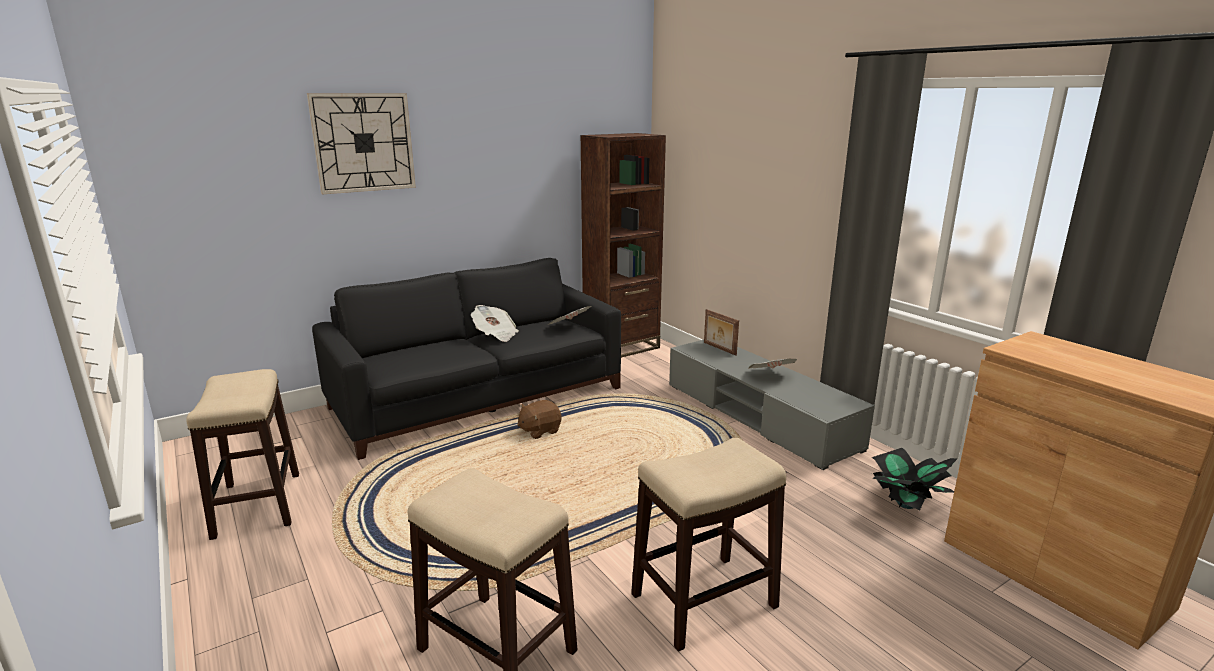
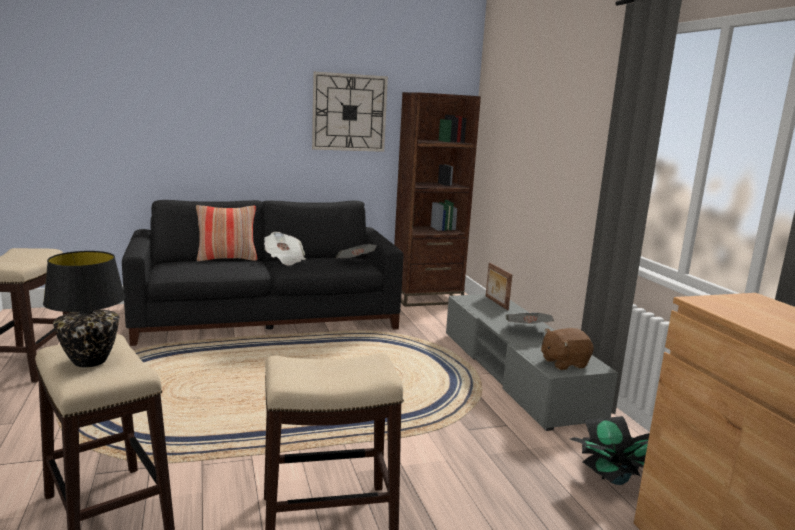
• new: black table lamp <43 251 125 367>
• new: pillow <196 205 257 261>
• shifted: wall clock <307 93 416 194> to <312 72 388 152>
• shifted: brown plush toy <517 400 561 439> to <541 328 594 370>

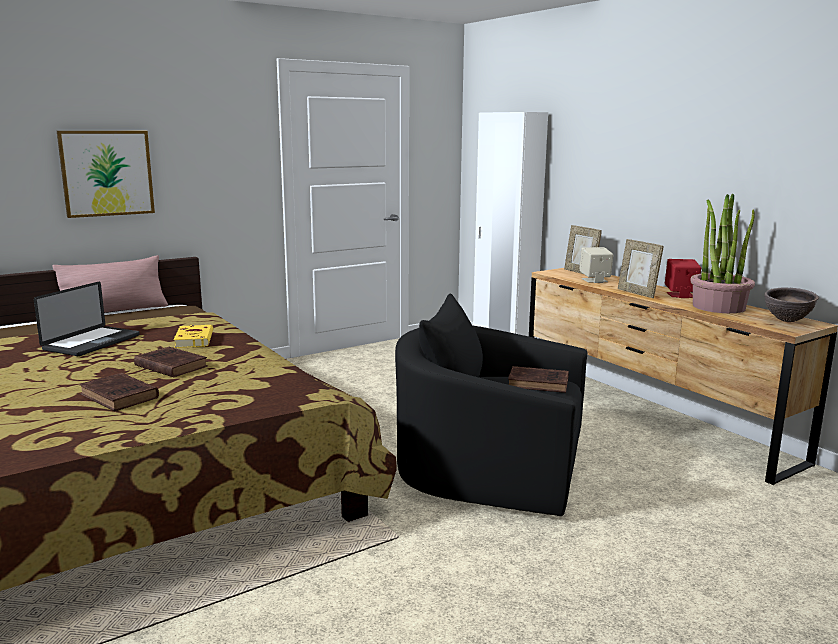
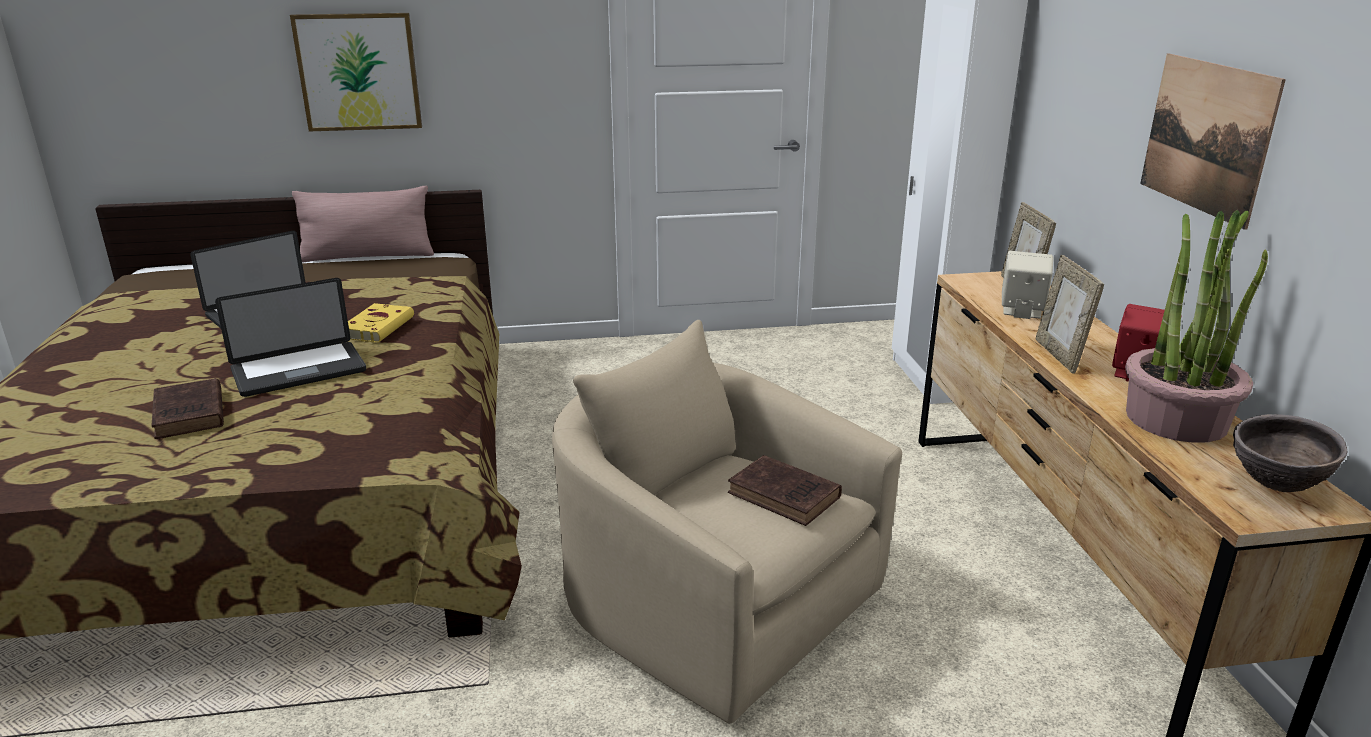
• swapped: brown book <134 347 208 377> to laptop <215 278 366 397>
• repainted: black armchair <395 294 588 516> to beige armchair <552 320 902 724>
• new: picture <1140 54 1286 230>

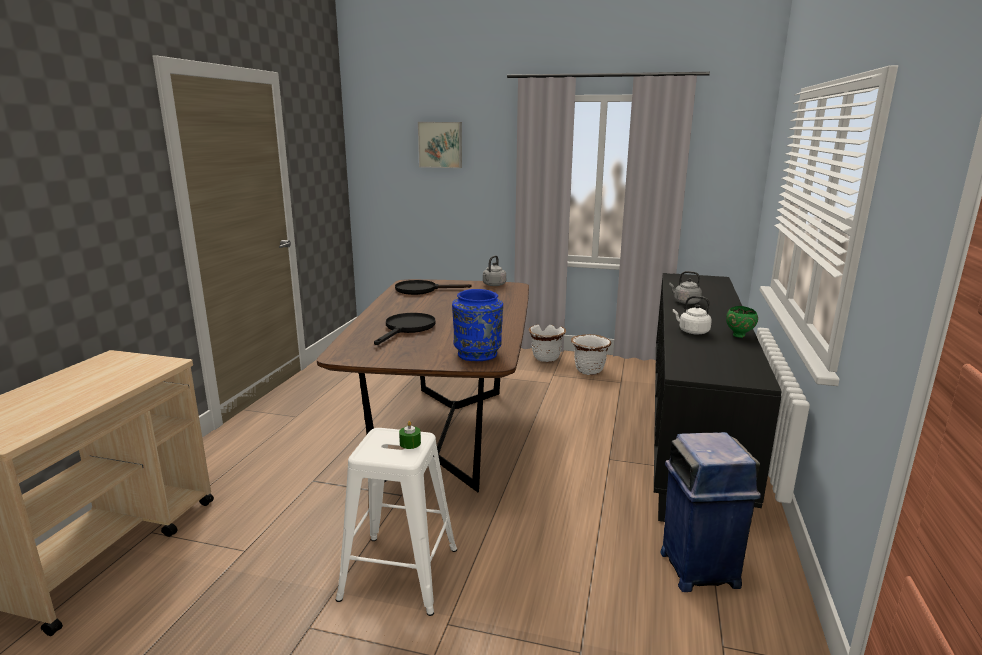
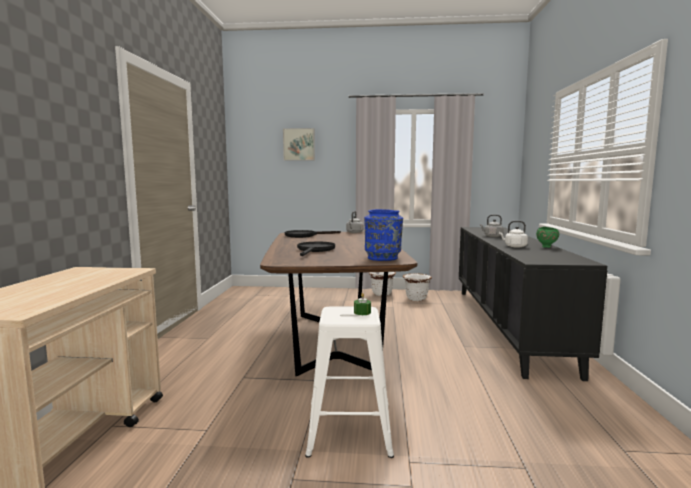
• gone: blue trash can <660 432 761 592>

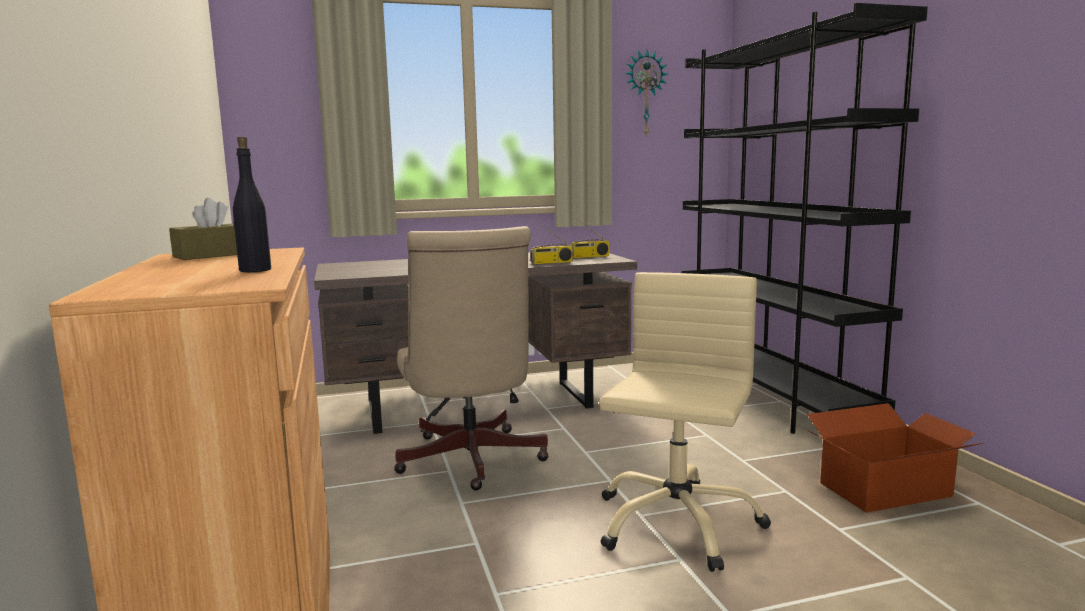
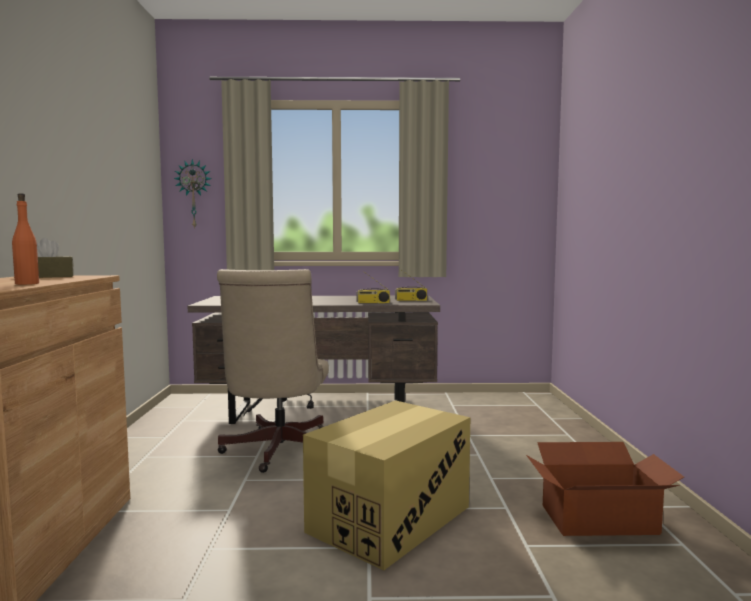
• repainted: black bottle <233 137 271 272> to orange bottle <12 193 39 285>
• shifted: wall clock <625 49 668 137> to <174 159 212 229>
• swapped: beige office chair <599 272 771 572> to cardboard box <303 400 470 570>
• gone: black bookcase <681 3 928 434>

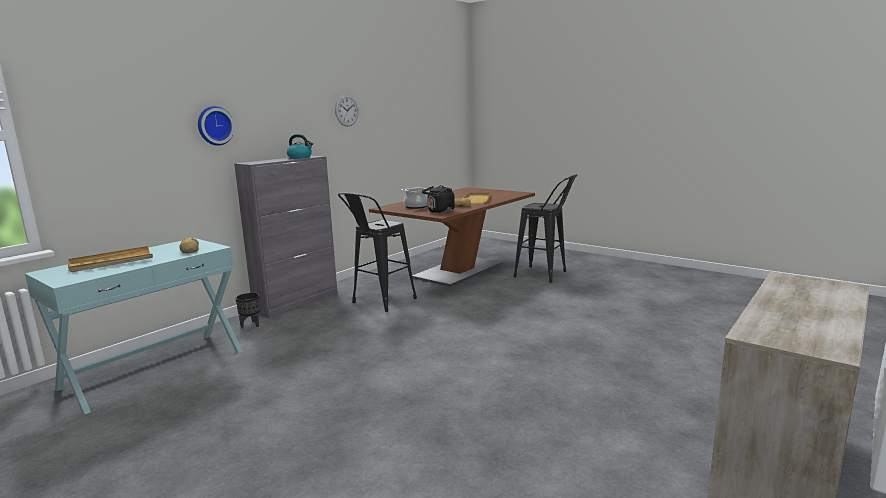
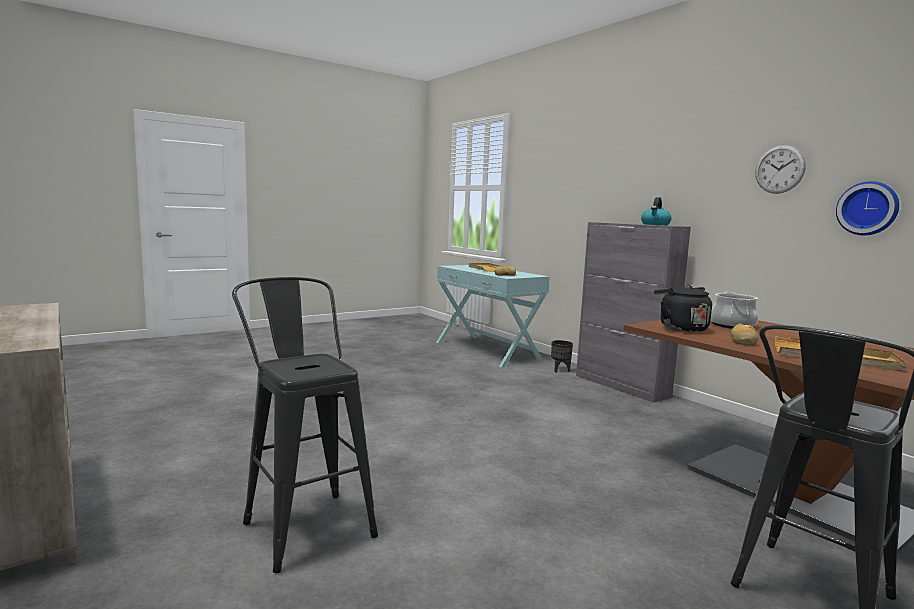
• shifted: black stool <338 193 417 312> to <232 277 378 573>
• shifted: wall clock <198 106 235 146> to <836 181 899 235>

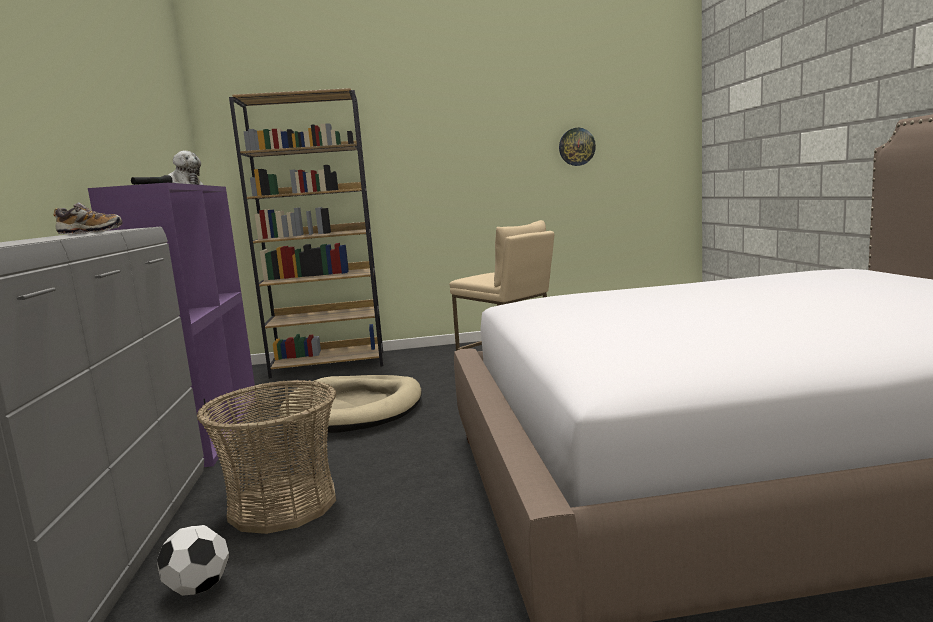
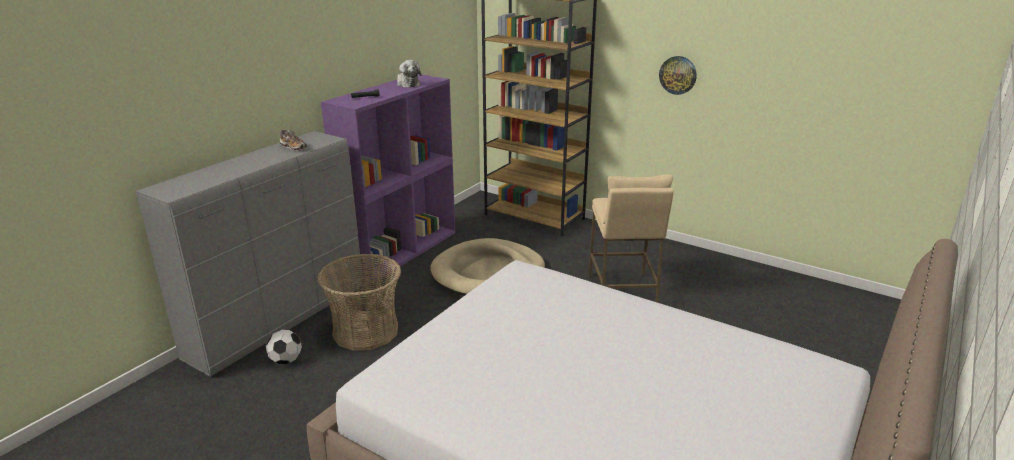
• shifted: wall clock <559 128 596 166> to <659 56 697 95>

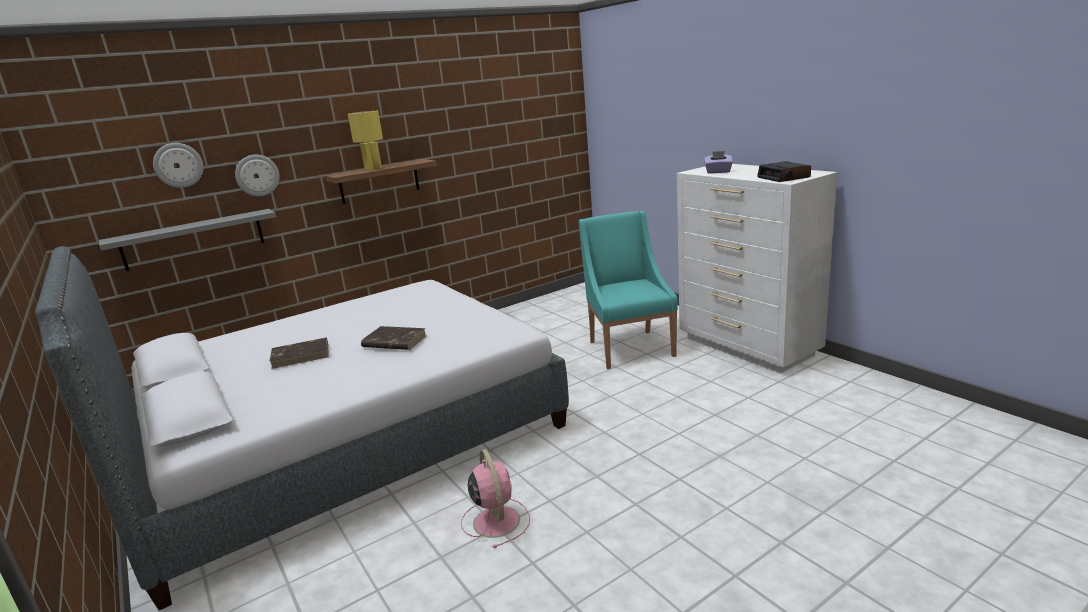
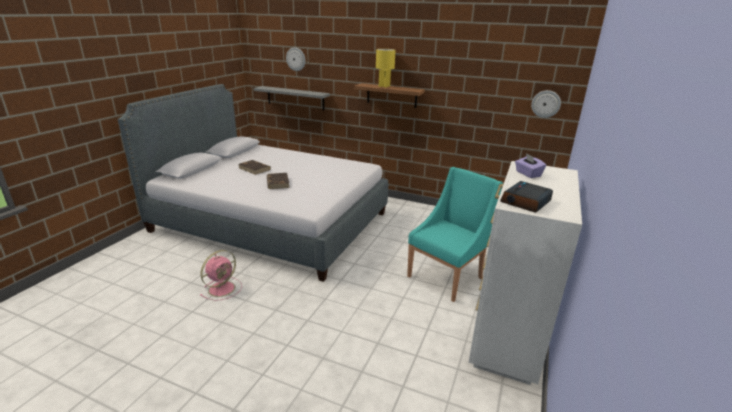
• shifted: wall clock <235 155 280 196> to <531 90 561 118>

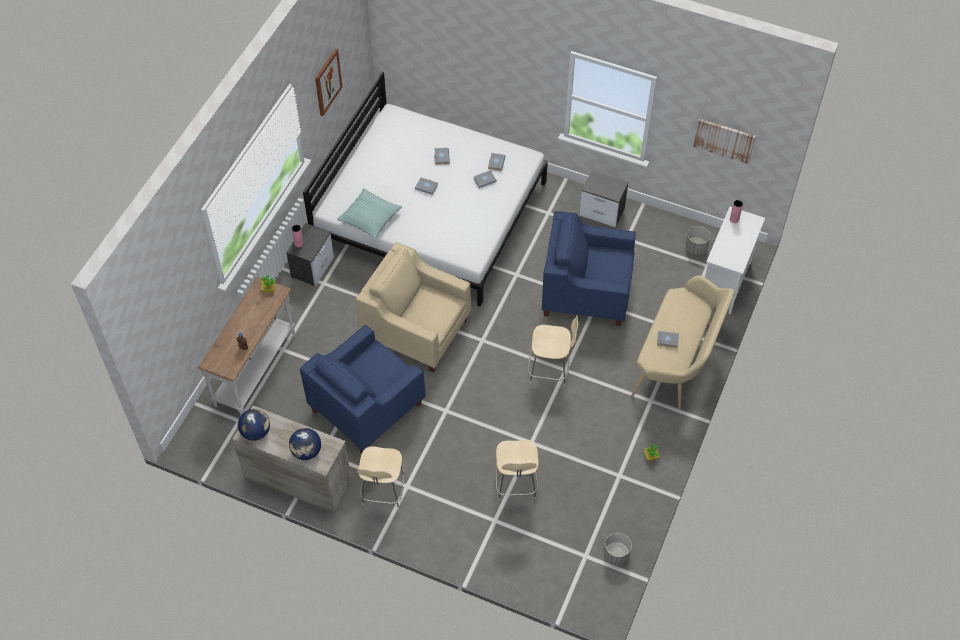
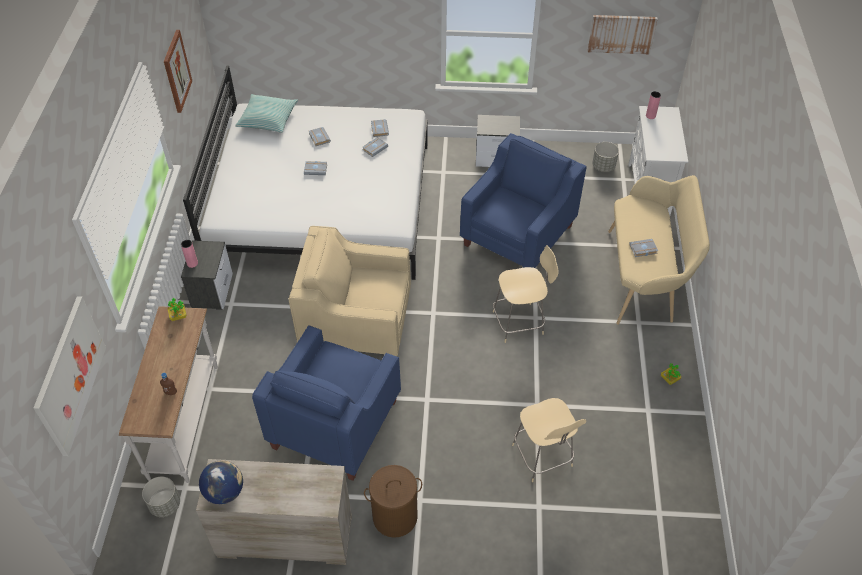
• new: picture <33 296 106 456>
• shifted: grey planter <604 533 632 566> to <142 476 180 517>
• shifted: pillow <337 188 402 239> to <235 94 298 133>
• swapped: beige chair <357 446 405 510> to brown laundry basket <364 465 422 538>
• rotated: blue armchair <542 211 636 326> = <460 133 587 268> 135 degrees clockwise
• gone: globe <289 428 321 460>

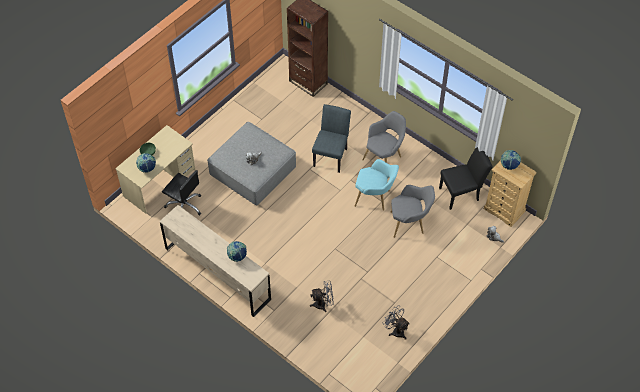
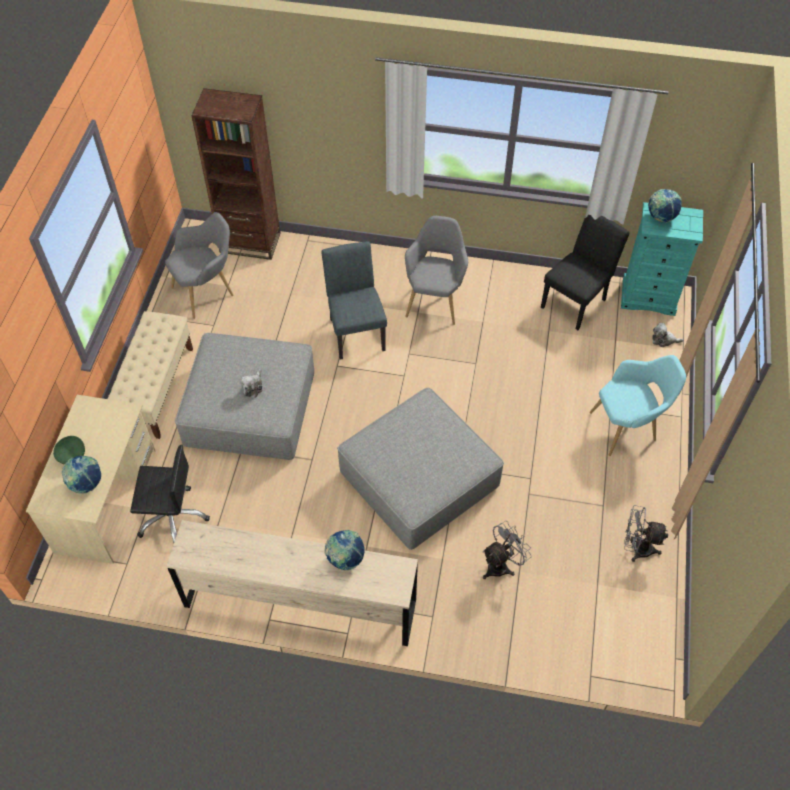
• new: beige bench <107 311 193 439>
• shifted: grey armchair <391 185 435 238> to <165 212 233 319>
• new: grey ottoman <337 387 504 550>
• shifted: turquoise armchair <355 159 399 211> to <590 355 686 456>
• repainted: beige dresser <484 160 537 227> to turquoise dresser <621 202 703 316>

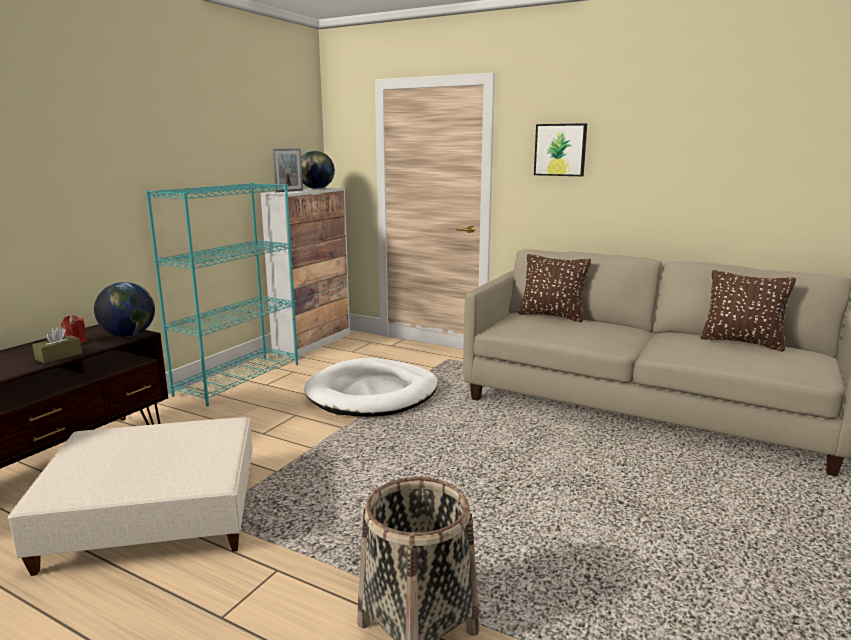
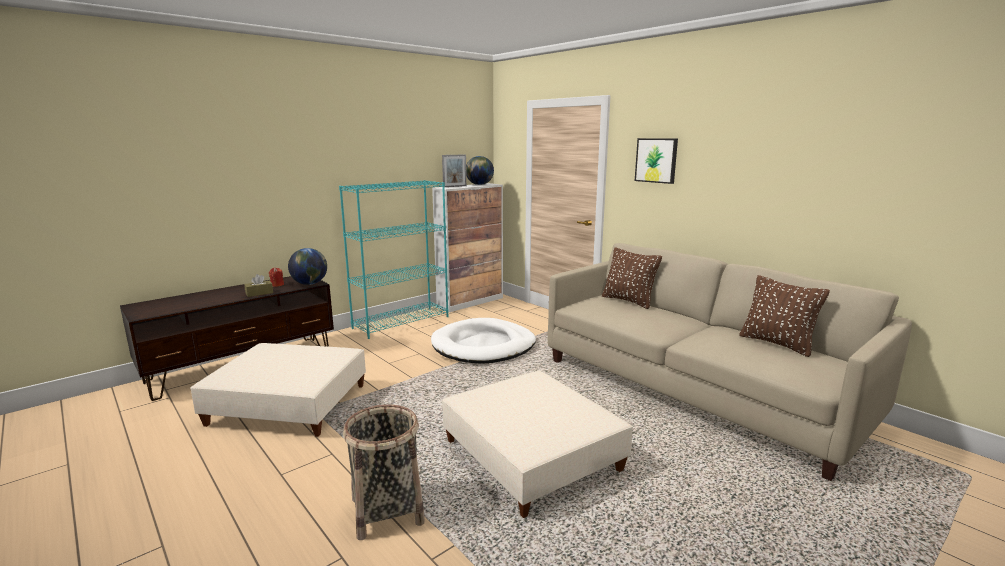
• new: beige ottoman <442 371 633 518>

